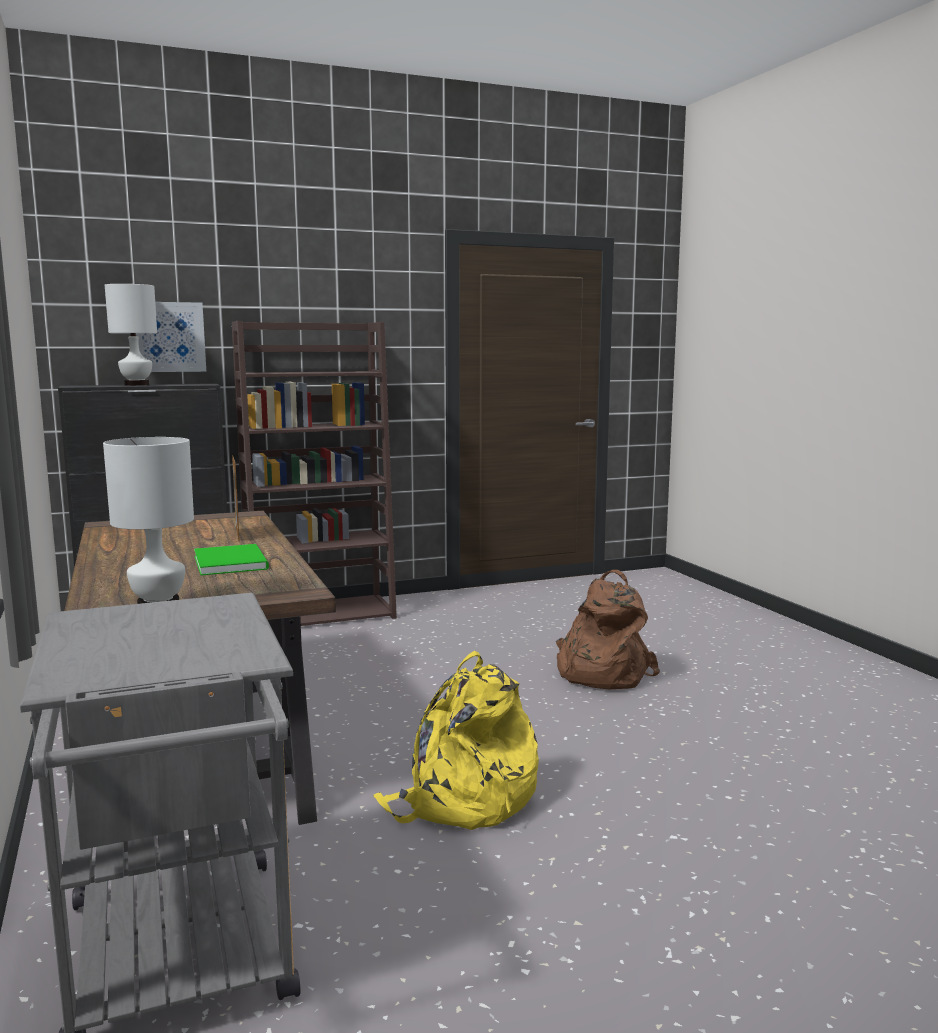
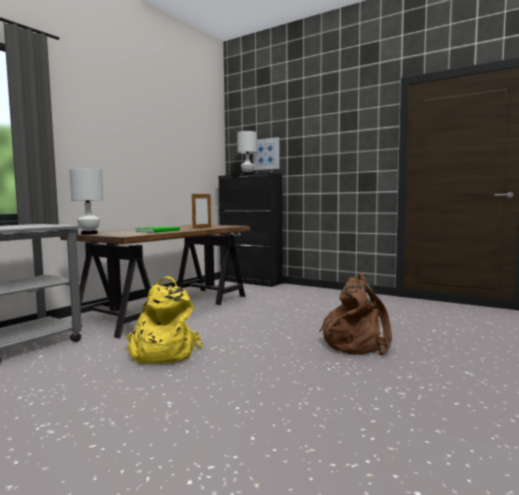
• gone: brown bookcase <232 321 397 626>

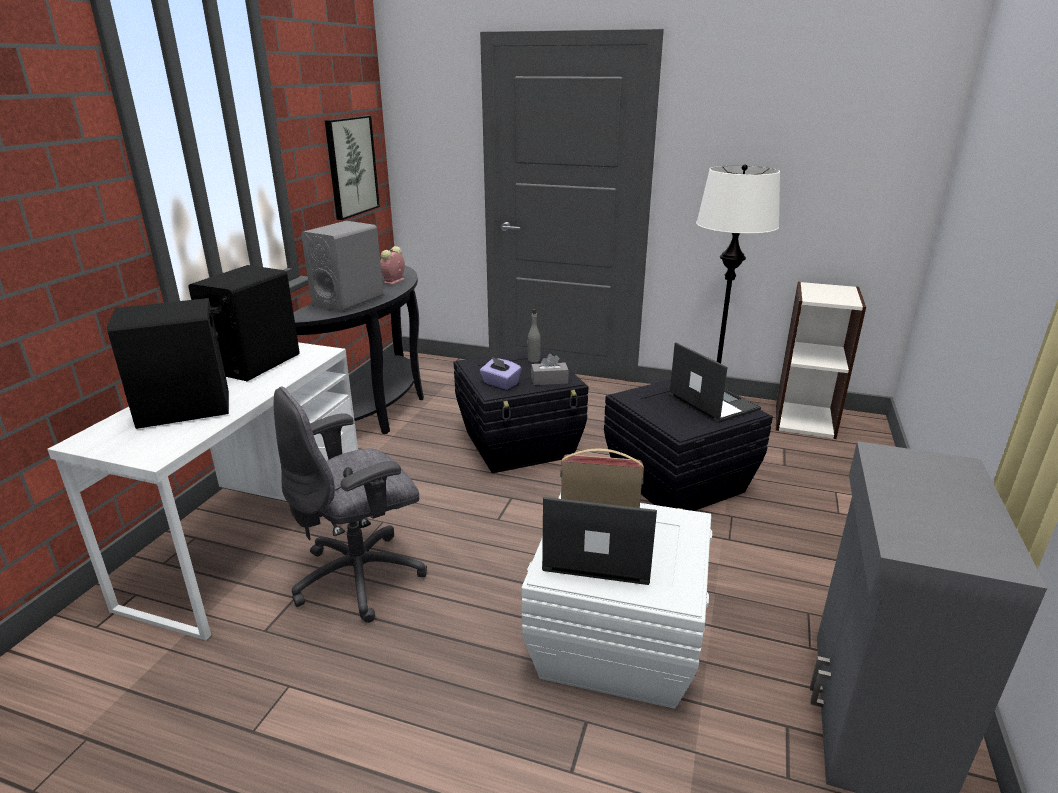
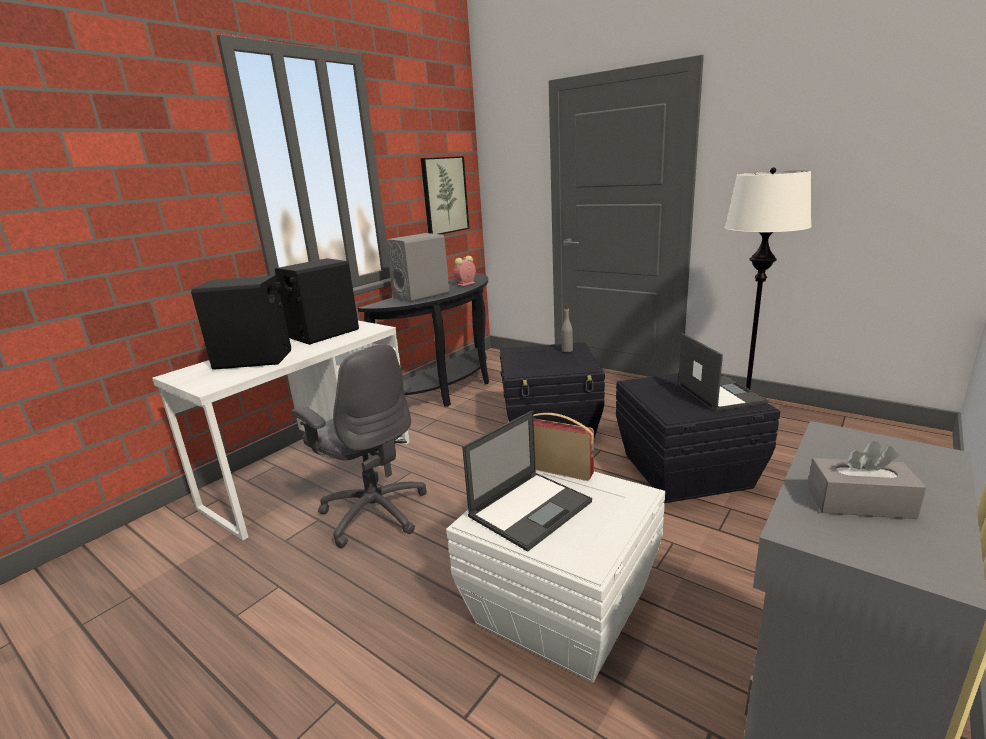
• rotated: grey office chair <274 387 427 623> = <291 344 427 548> 120 degrees counterclockwise
• rotated: laptop <542 497 657 585> = <462 410 592 552> 105 degrees clockwise
• shifted: grey tissue box <531 353 569 385> to <807 441 926 519>
• gone: purple tissue box <480 357 522 390>
• gone: bookcase <776 282 866 439>

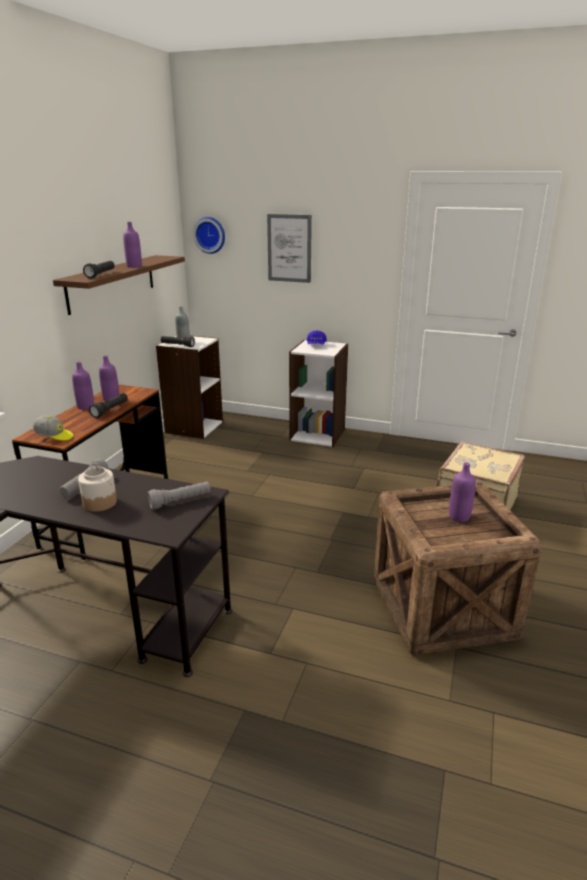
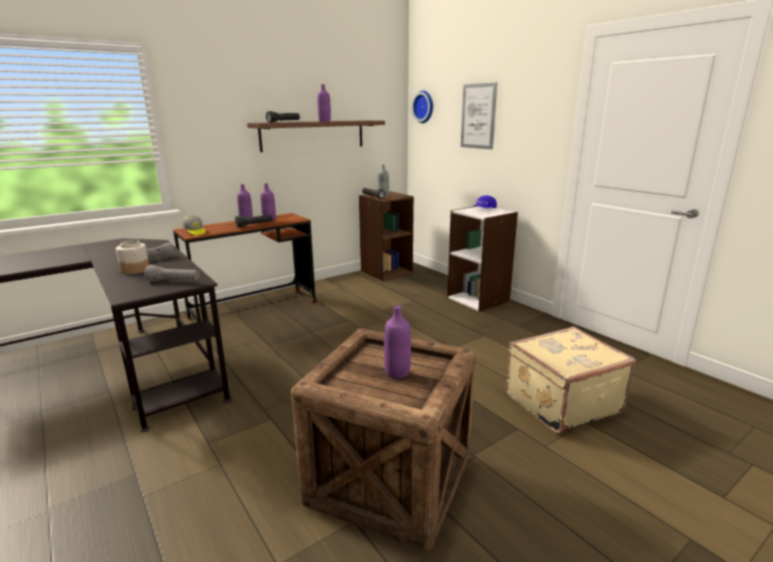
• repainted: white bookcase <156 335 223 439> to brown bookcase <359 191 414 281>

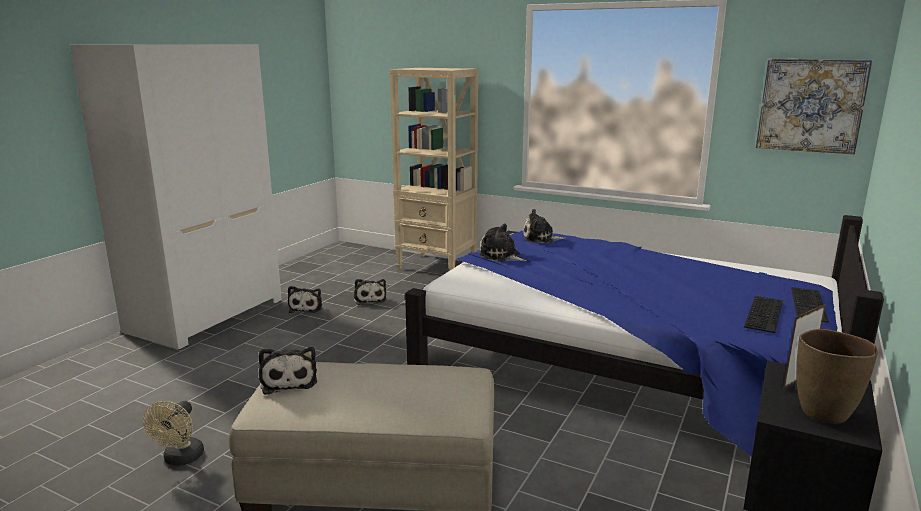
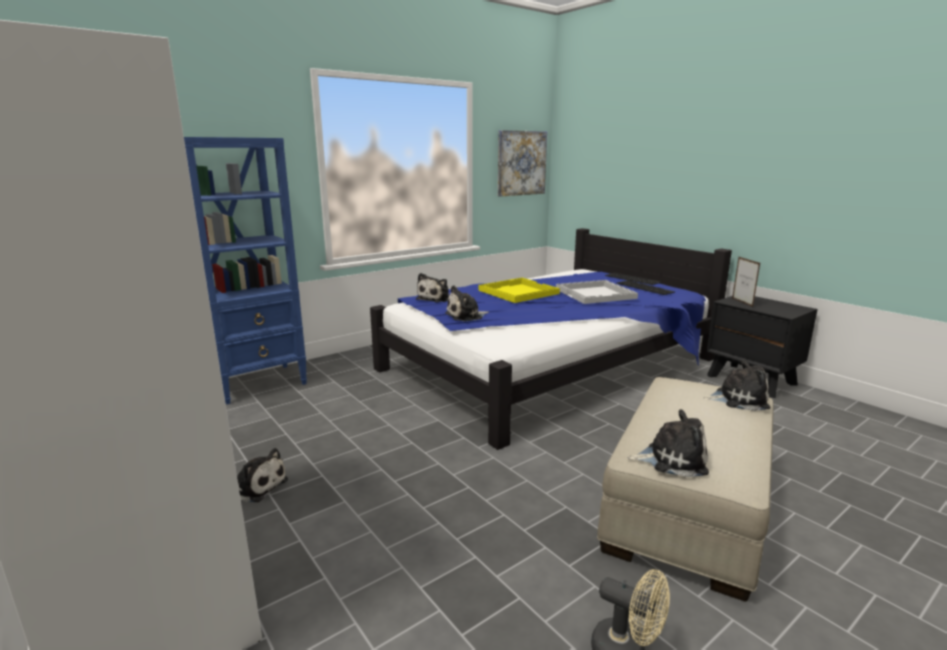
• repainted: beige bookcase <389 68 478 270> to blue bookcase <184 137 307 405>
• new: yellow tray <478 278 560 303>
• new: white tray <556 280 638 304>
• shifted: plush toy <354 279 386 305> to <703 360 770 411>
• gone: brown vase <796 329 878 424>

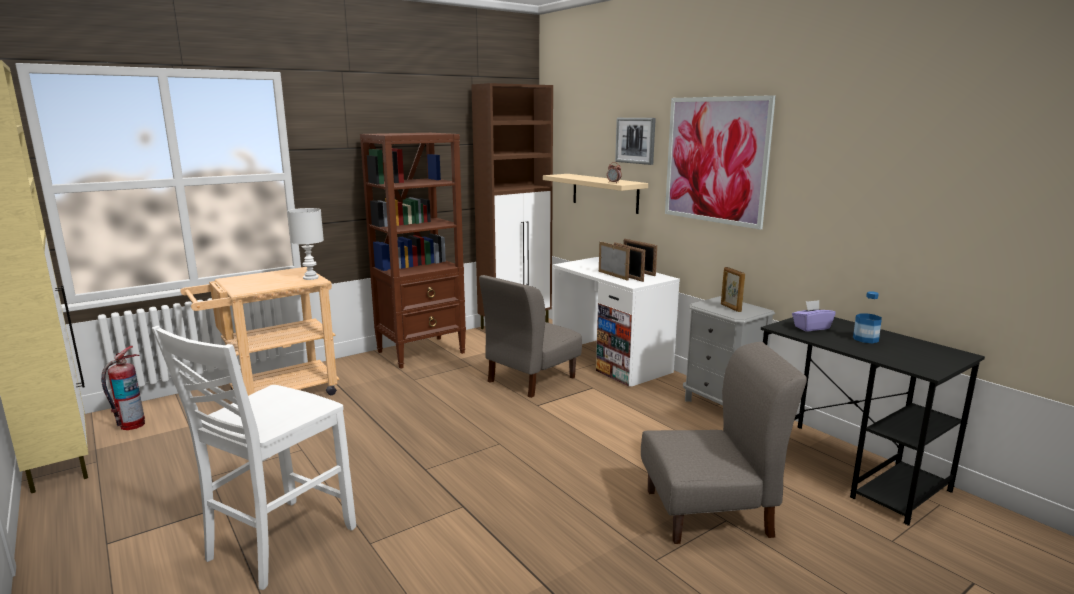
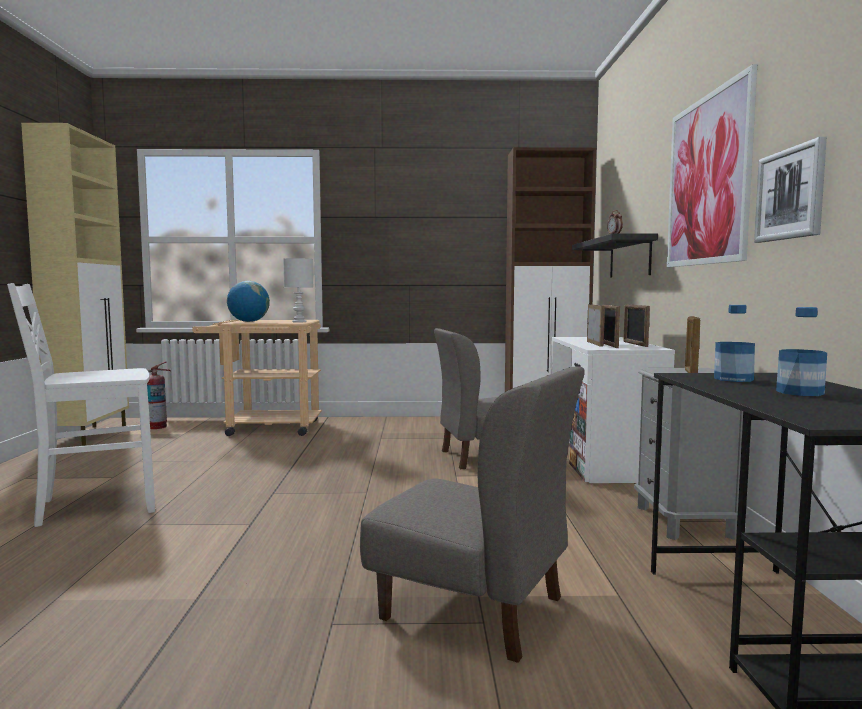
• new: globe <227 281 270 322>
• repainted: beige shelf <543 174 648 214> to black shelf <572 233 658 277>
• swapped: purple tissue box <792 300 836 331> to bottle <714 305 755 382>
• shifted: picture <615 118 656 165> to <754 137 827 243>
• gone: brown bookcase <360 133 466 369>

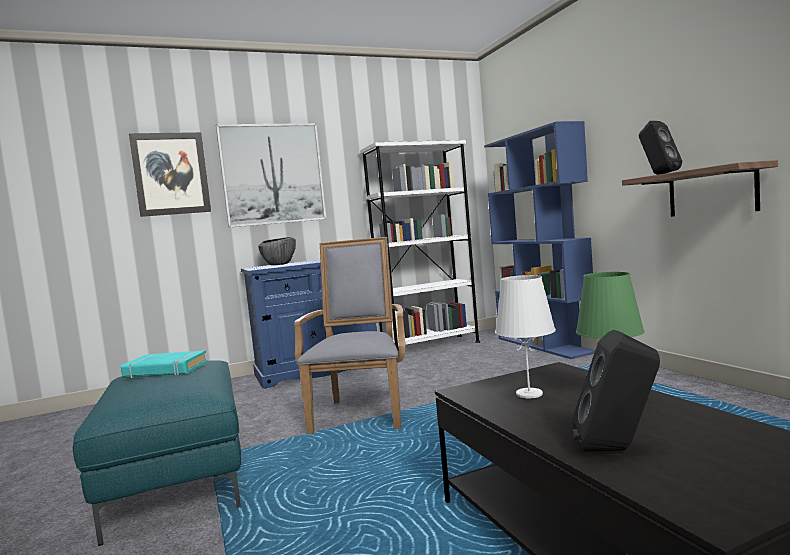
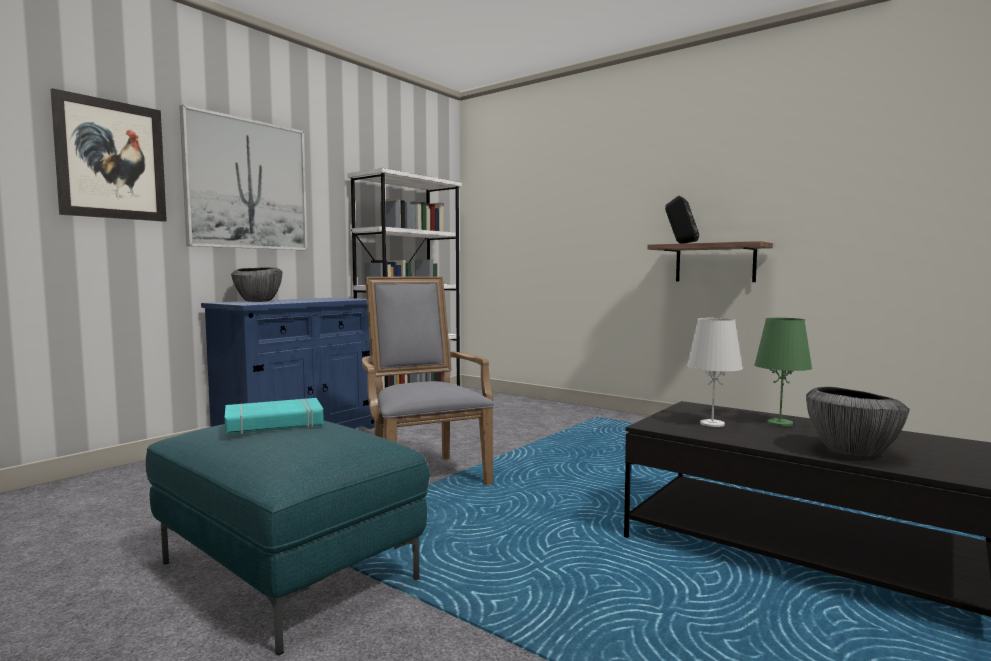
• swapped: black speaker <572 330 660 451> to bowl <806 387 910 457>
• gone: blue bookcase <484 121 595 359>

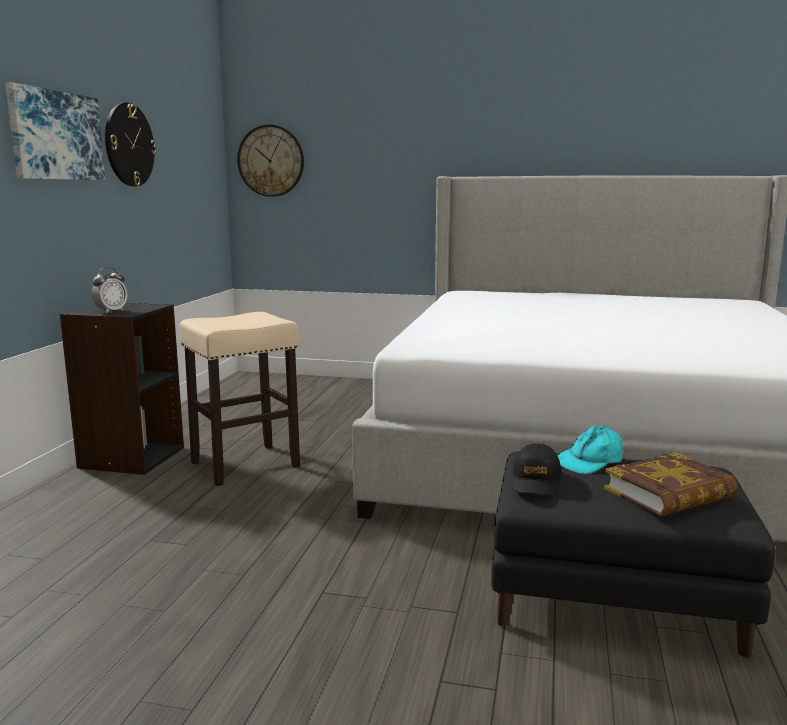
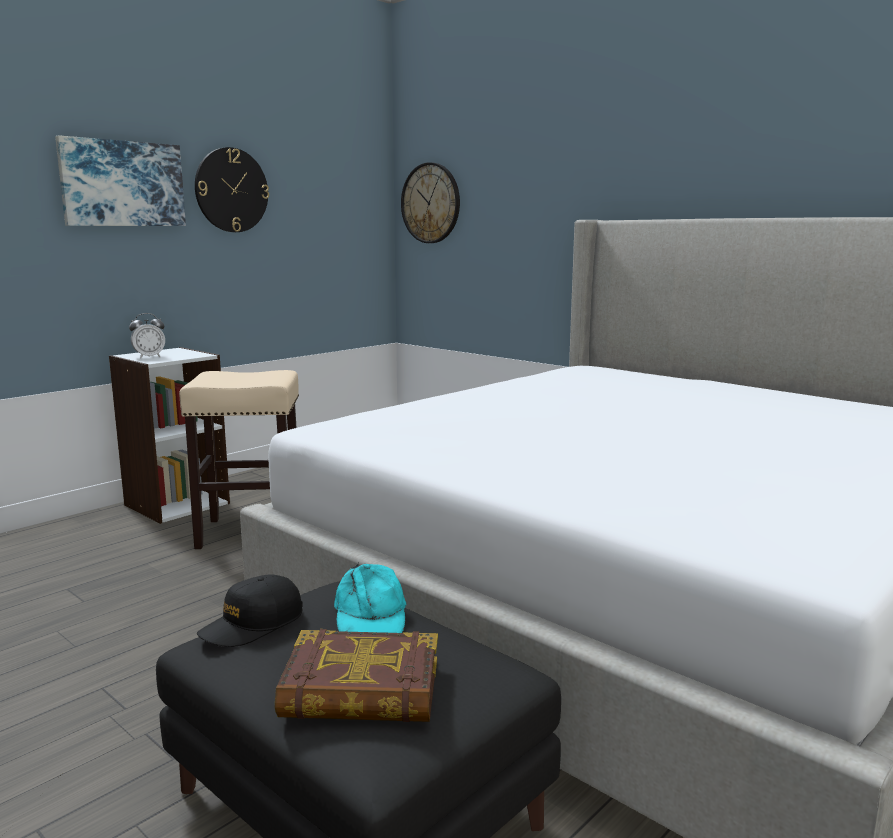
• repainted: black bookcase <60 303 184 475> to white bookcase <109 347 230 524>
• rotated: turquoise cap <558 426 623 474> = <334 563 406 633> 90 degrees counterclockwise

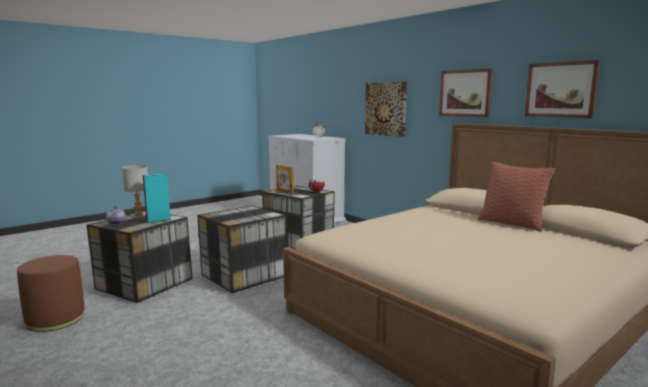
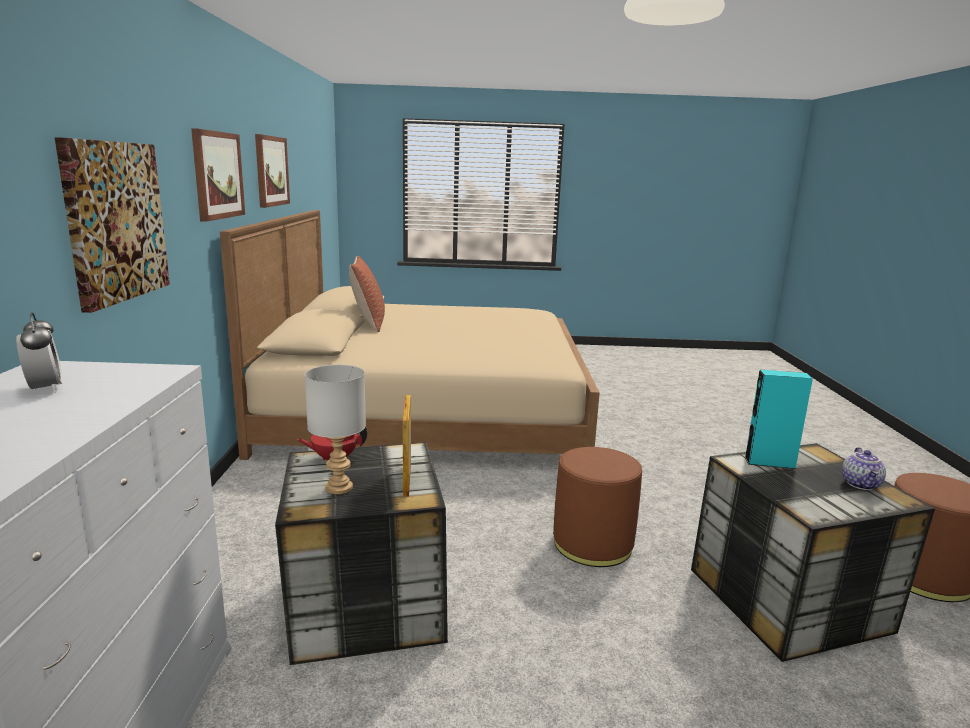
• shifted: grey table lamp <122 165 148 219> to <305 365 366 494>
• swapped: storage box <197 206 287 293> to brown ottoman <553 447 642 567>

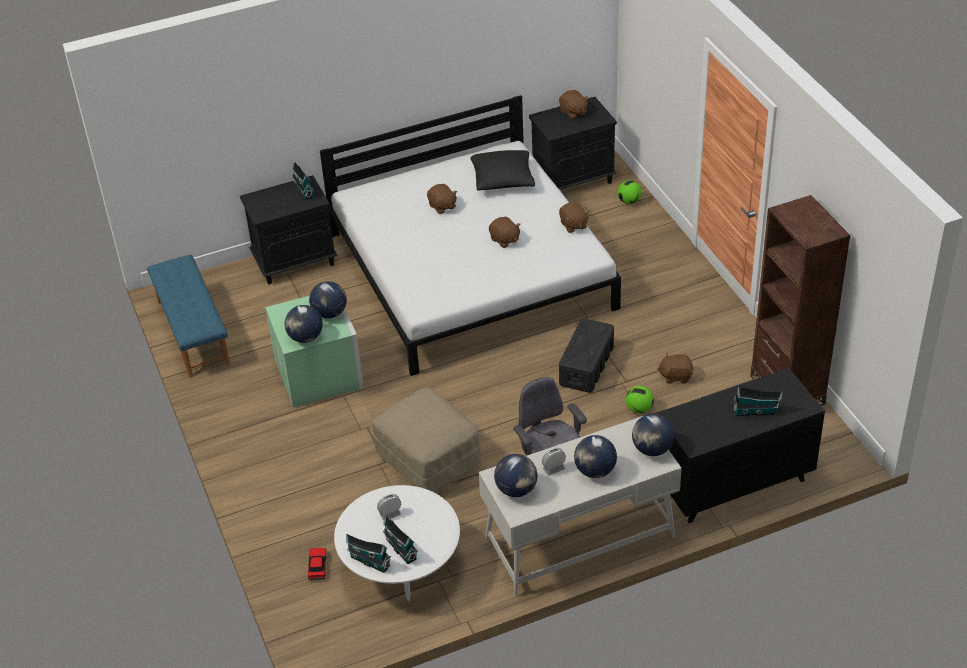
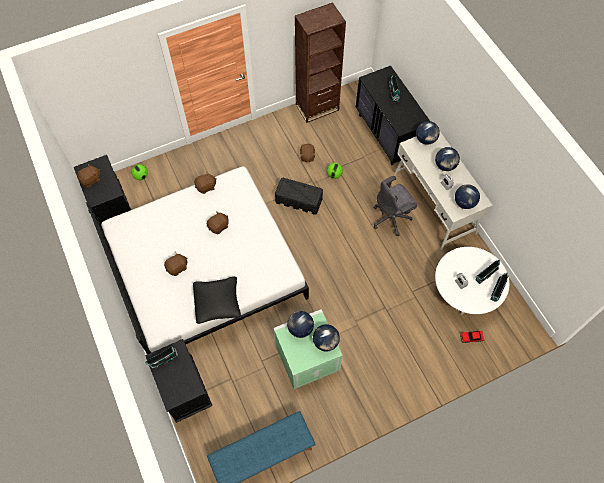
• shifted: black pillow <471 150 535 191> to <193 277 241 324>
• gone: beige ottoman <372 387 481 493>

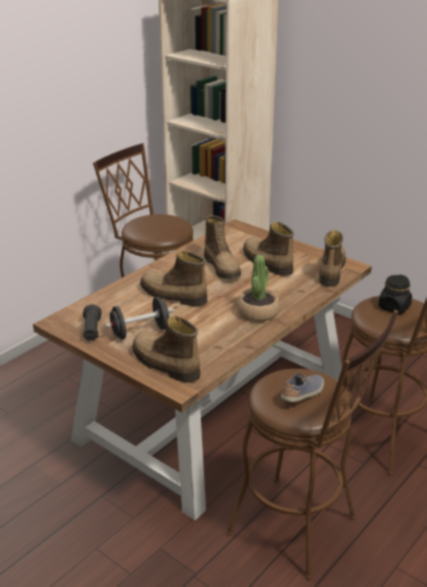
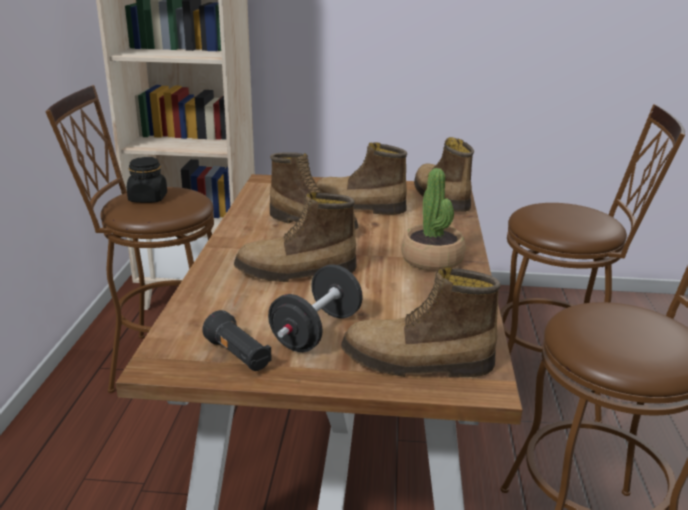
• shifted: black jar <378 275 412 314> to <127 157 167 203>
• gone: shoe <281 373 324 402>

